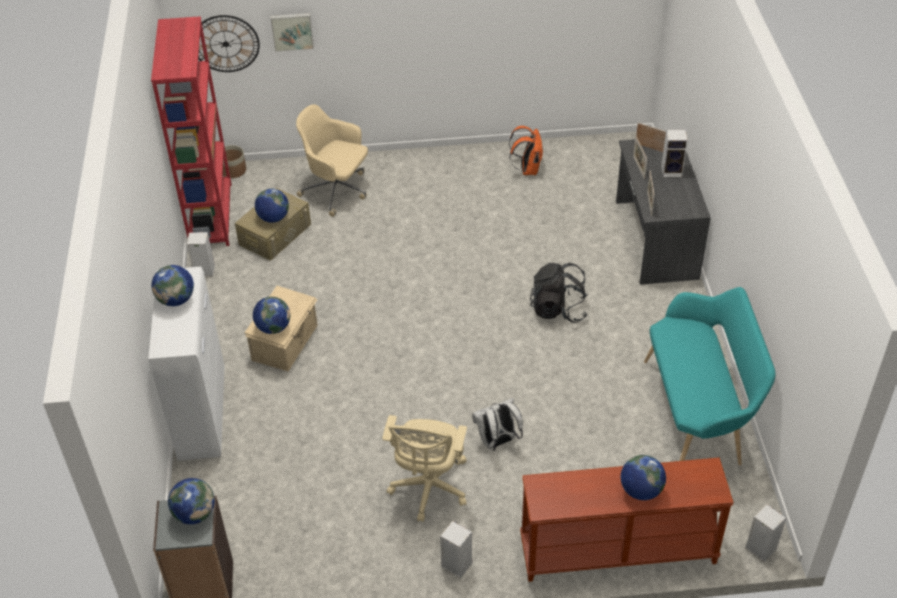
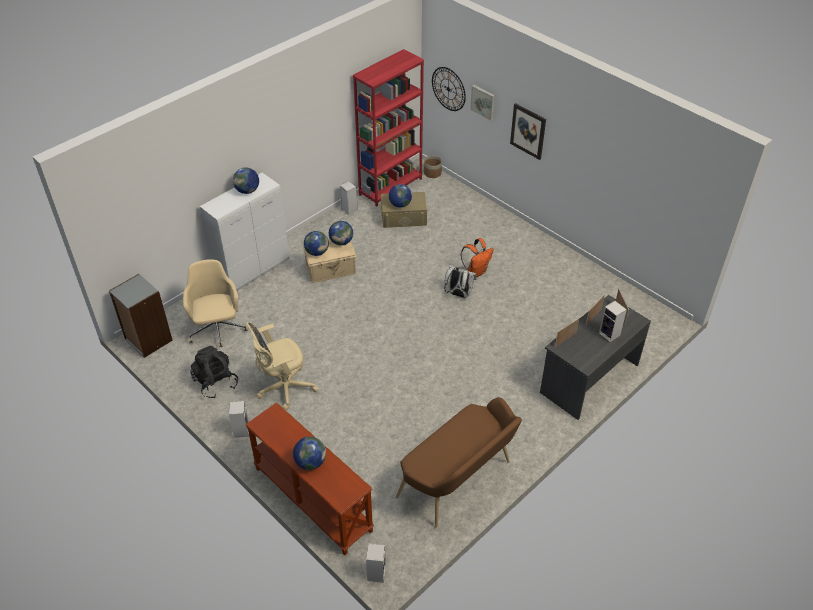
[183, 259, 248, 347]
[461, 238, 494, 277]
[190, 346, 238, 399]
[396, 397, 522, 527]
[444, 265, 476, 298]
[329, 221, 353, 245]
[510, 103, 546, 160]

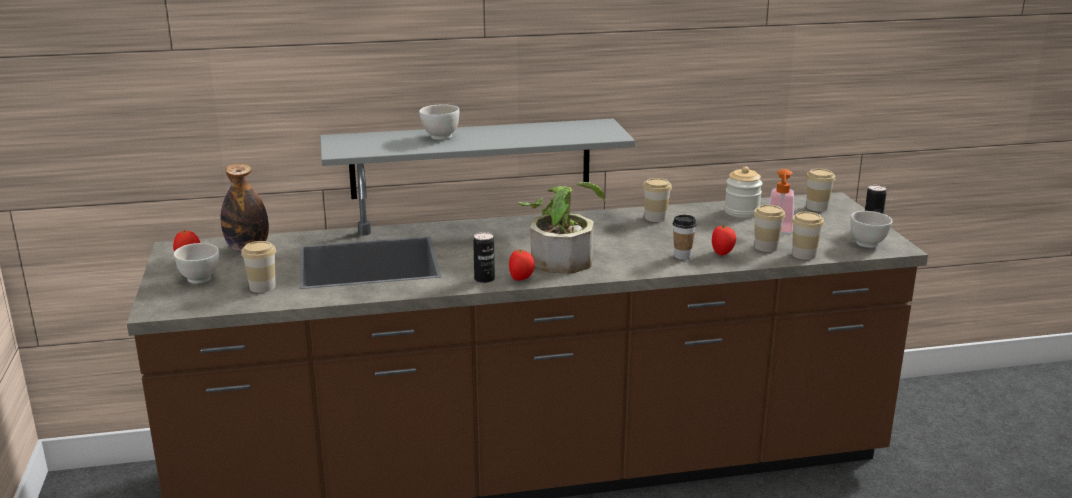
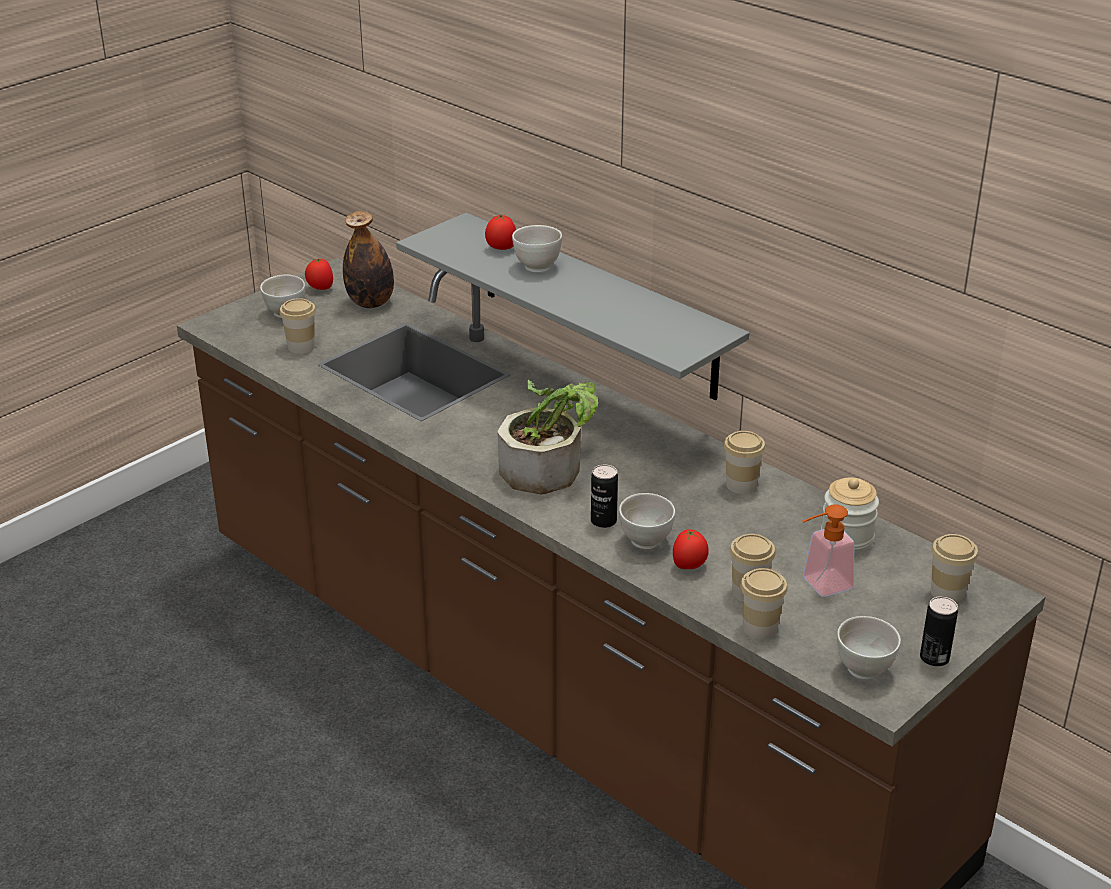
[619, 493, 675, 549]
[591, 465, 618, 528]
[485, 215, 516, 250]

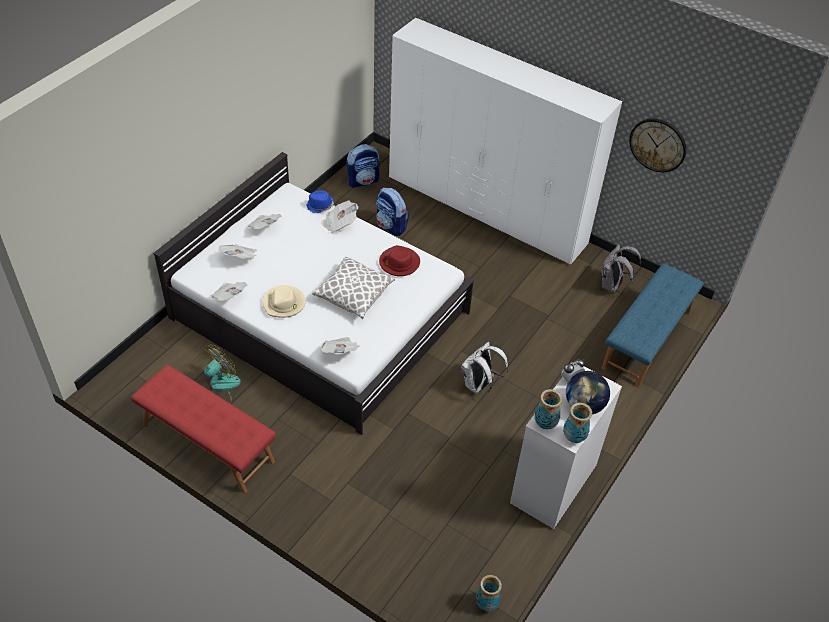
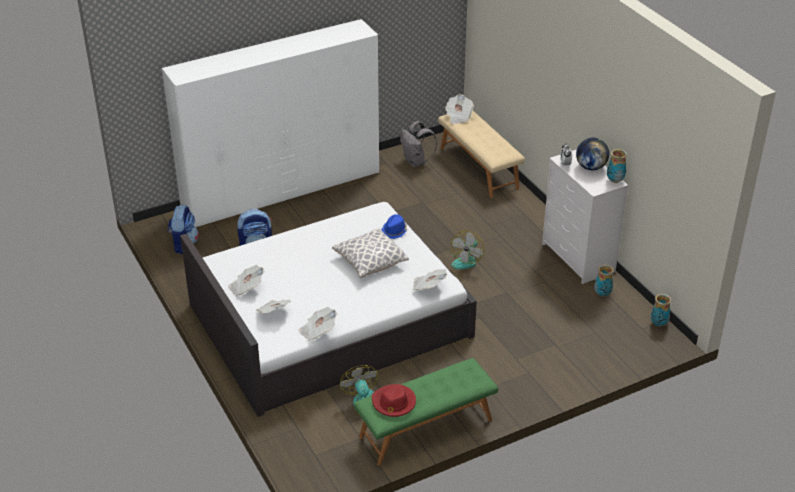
[629, 119, 686, 172] (first image)
[381, 214, 407, 239]
[445, 94, 474, 124]
[372, 384, 416, 417]
[438, 111, 525, 198]
[263, 285, 306, 318] (first image)
[450, 231, 484, 269]
[354, 358, 498, 466]
[594, 265, 614, 297]

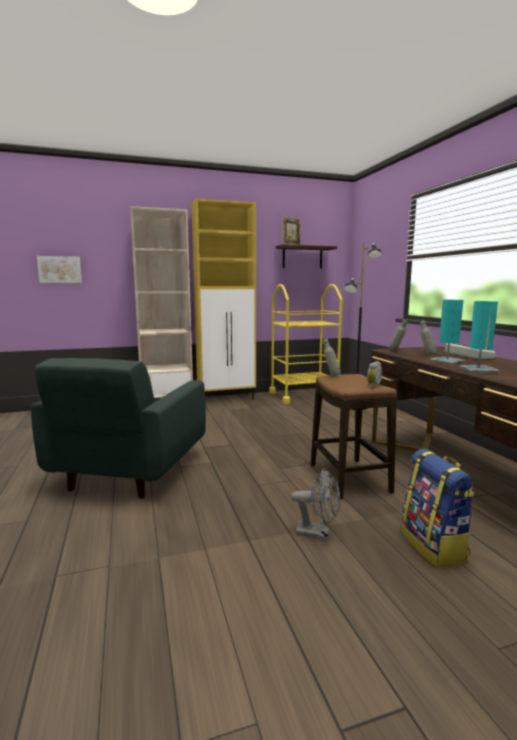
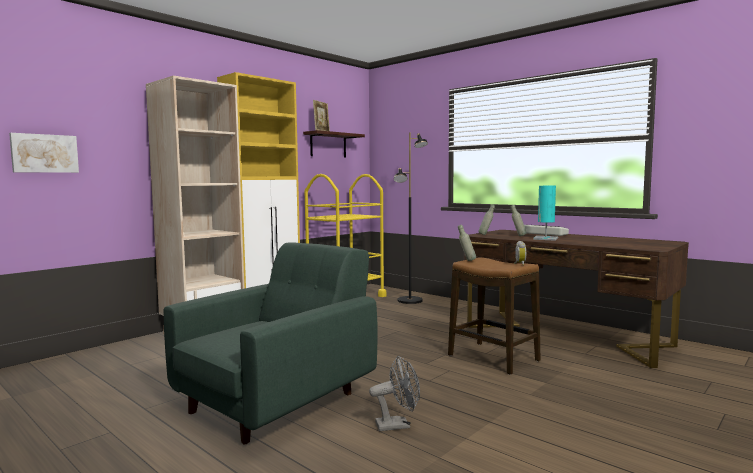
[459, 301, 500, 373] (first image)
[164, 242, 377, 445]
[401, 449, 475, 568] (first image)
[369, 356, 420, 431]

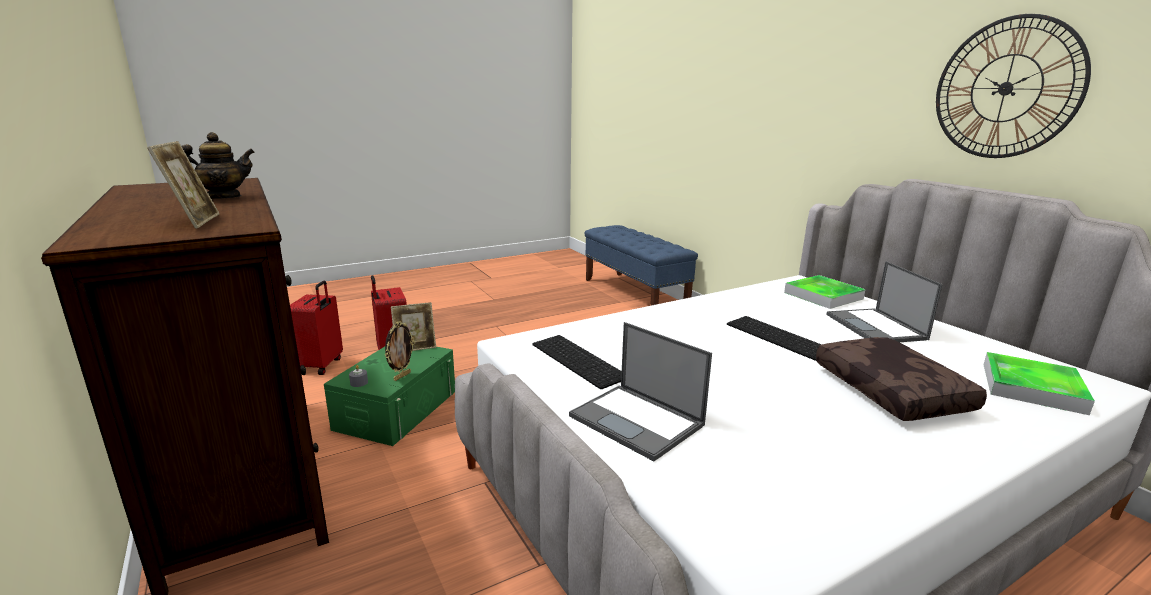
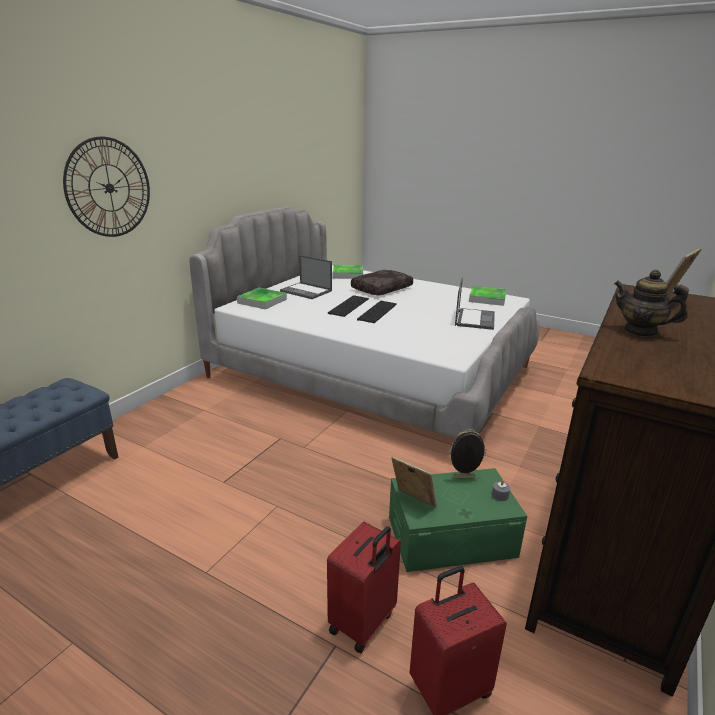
[63, 136, 150, 237]
[280, 255, 332, 299]
[357, 301, 397, 323]
[469, 286, 507, 306]

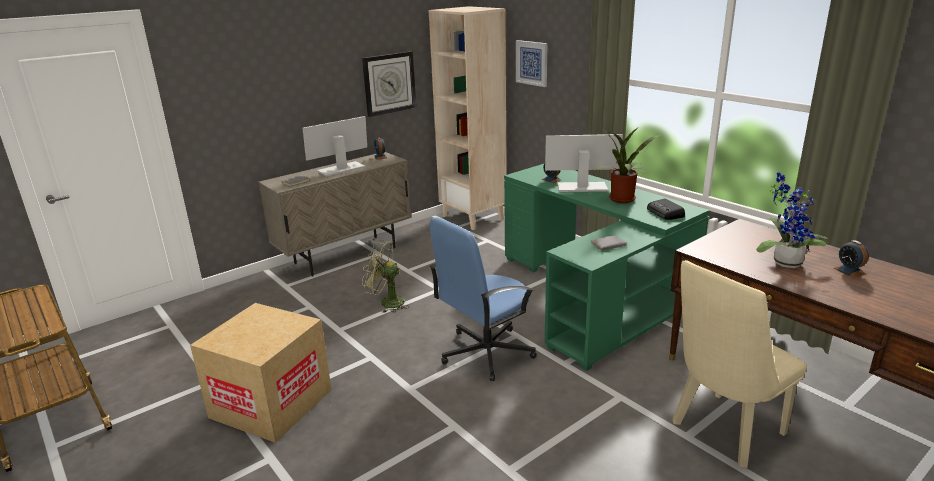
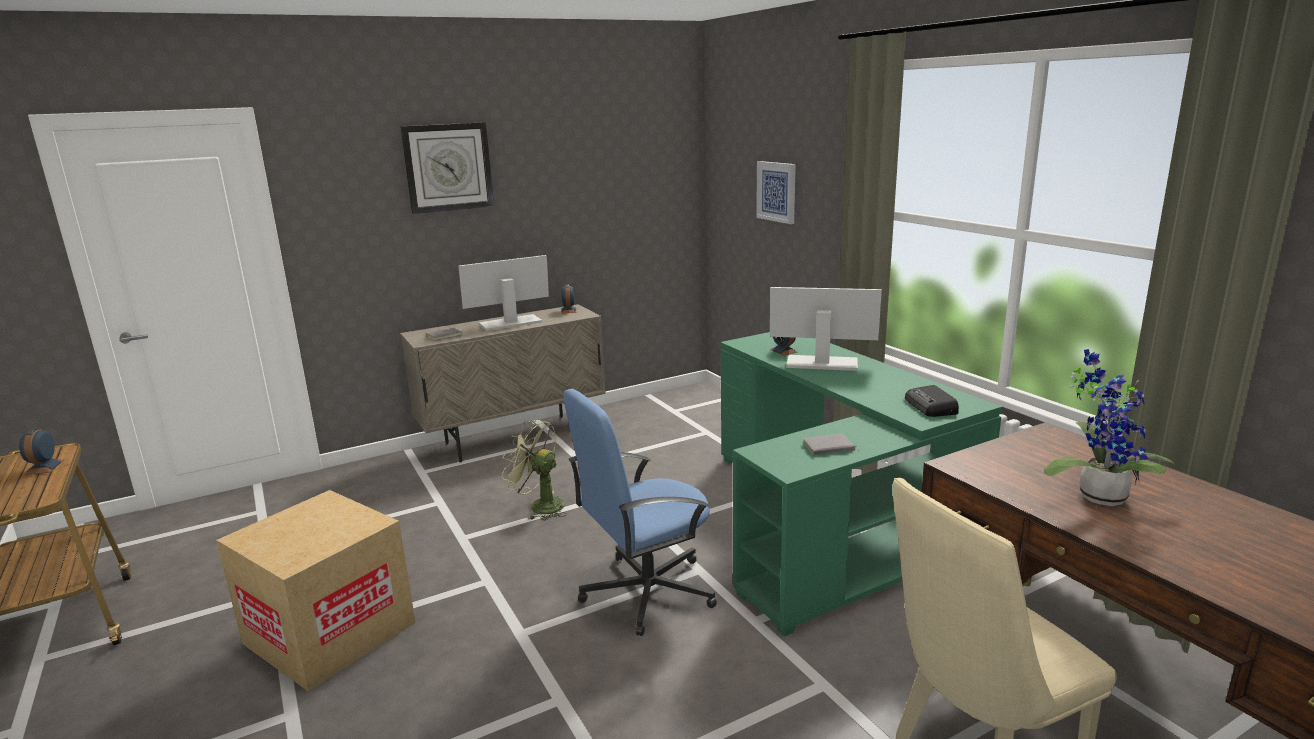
[429, 6, 507, 230] (first image)
[400, 122, 494, 214]
[594, 128, 660, 203] (first image)
[19, 428, 64, 476]

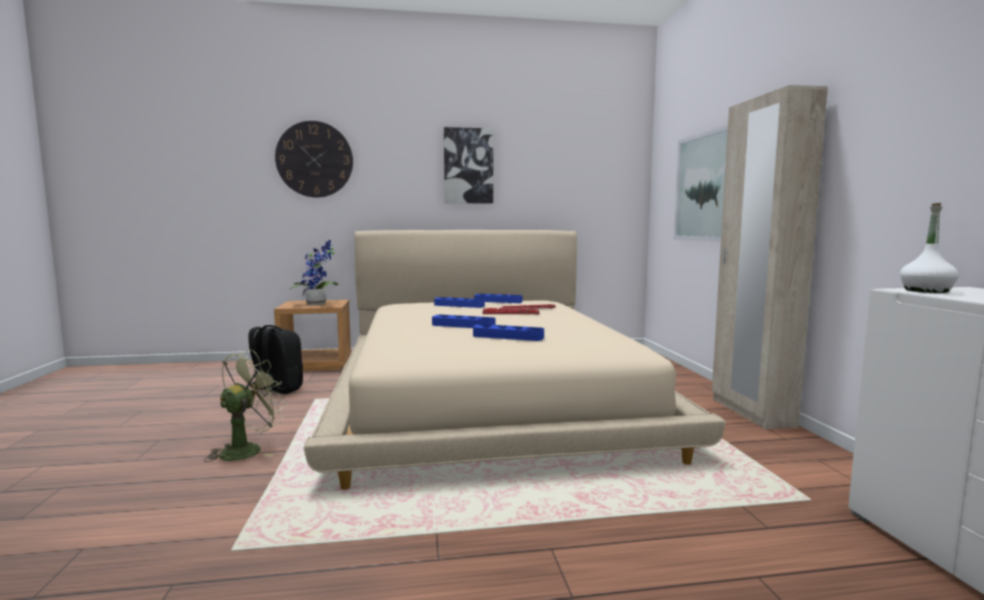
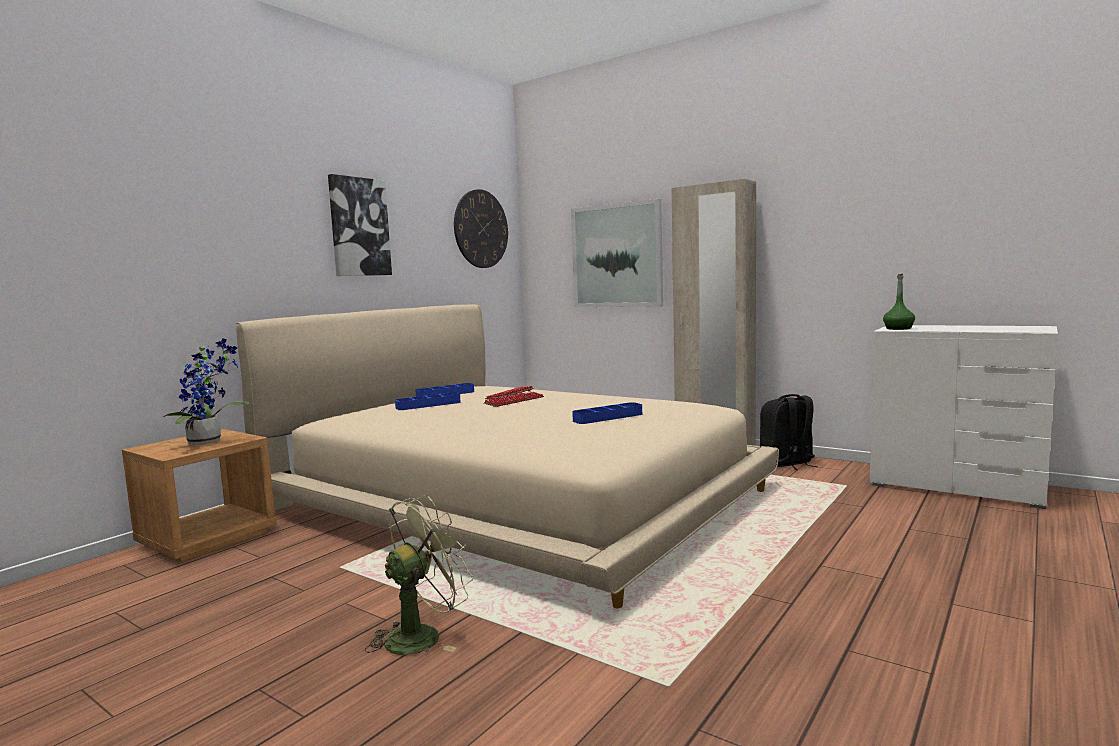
[454, 189, 508, 268]
[883, 274, 915, 330]
[432, 315, 496, 328] (first image)
[760, 394, 818, 470]
[365, 495, 474, 655]

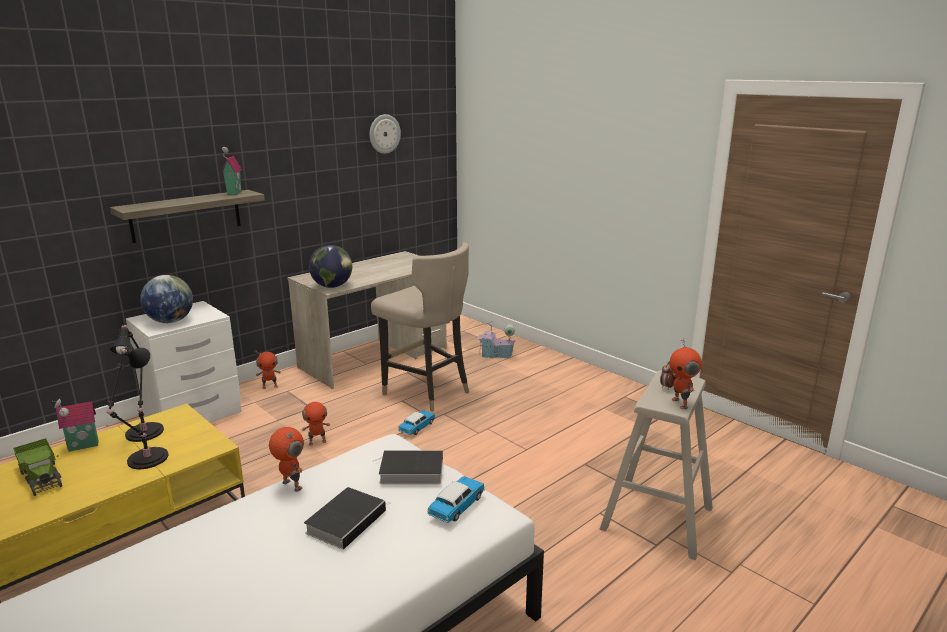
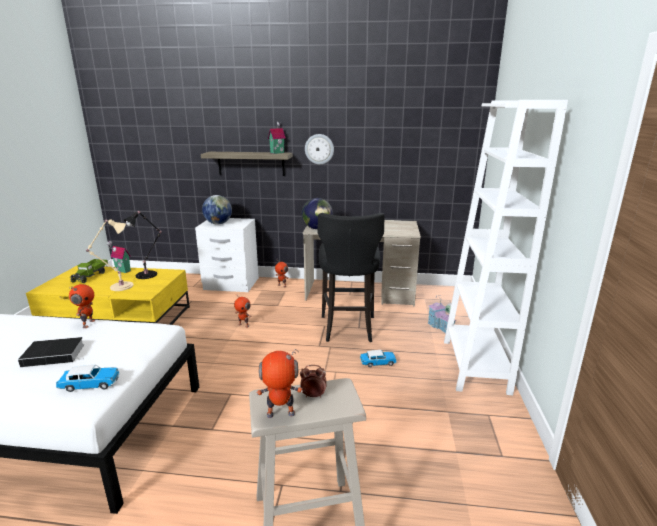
[305, 134, 334, 164]
[317, 213, 384, 342]
[256, 349, 303, 418]
[86, 220, 134, 291]
[360, 350, 397, 367]
[372, 450, 443, 484] (first image)
[444, 100, 568, 395]

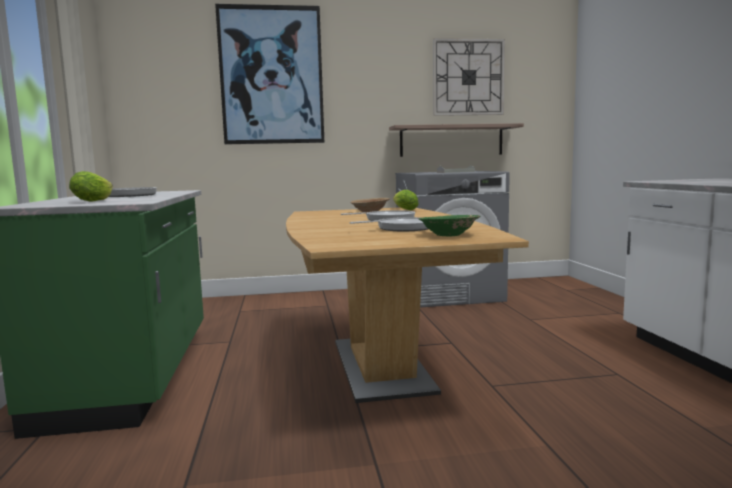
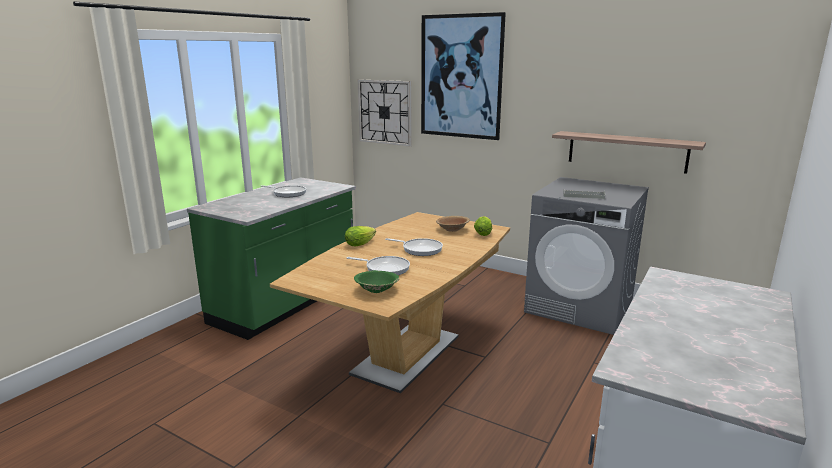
[358, 79, 411, 146]
[345, 226, 376, 247]

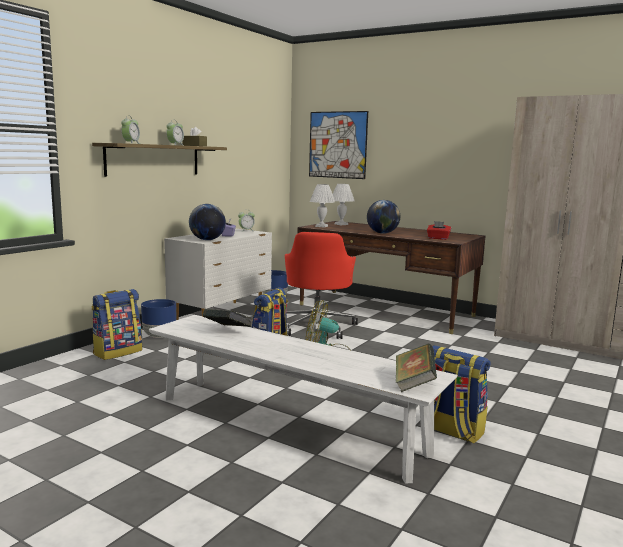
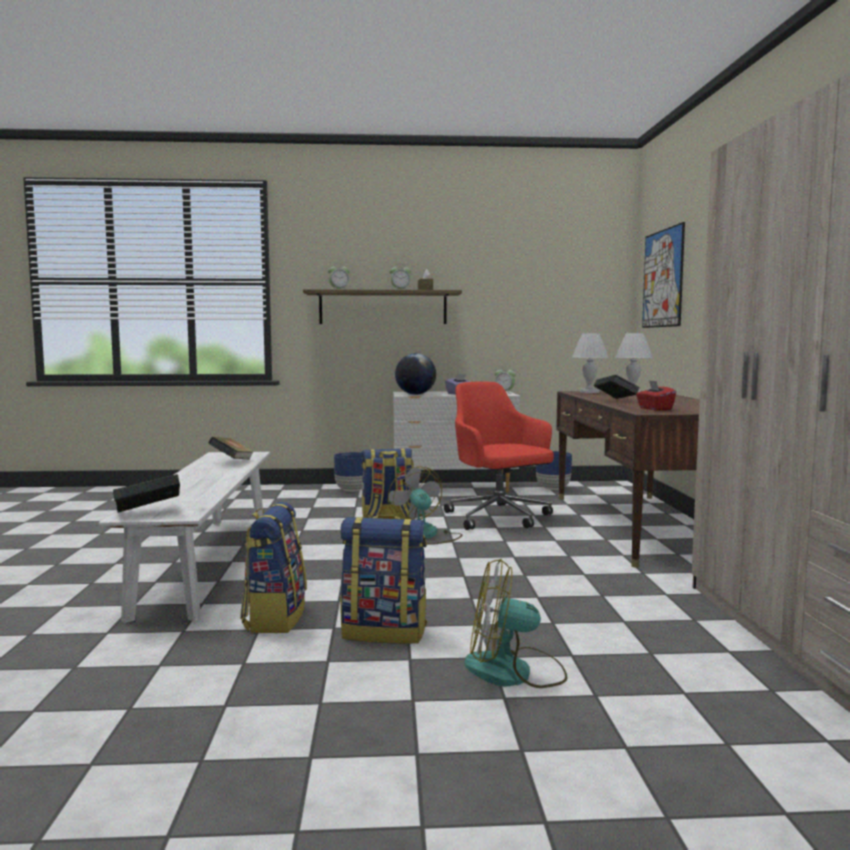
[594, 375, 640, 399]
[444, 382, 554, 530]
[340, 515, 427, 644]
[465, 559, 567, 688]

